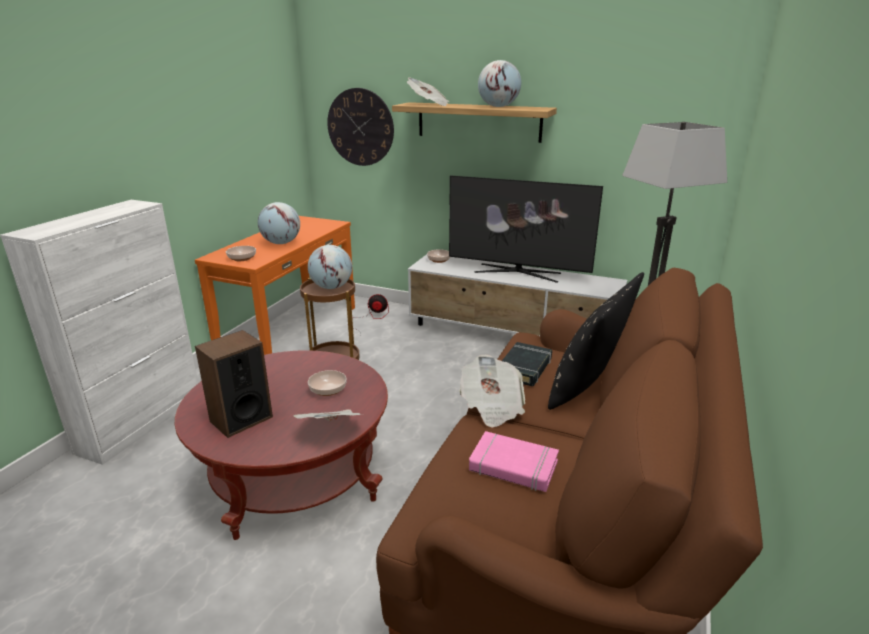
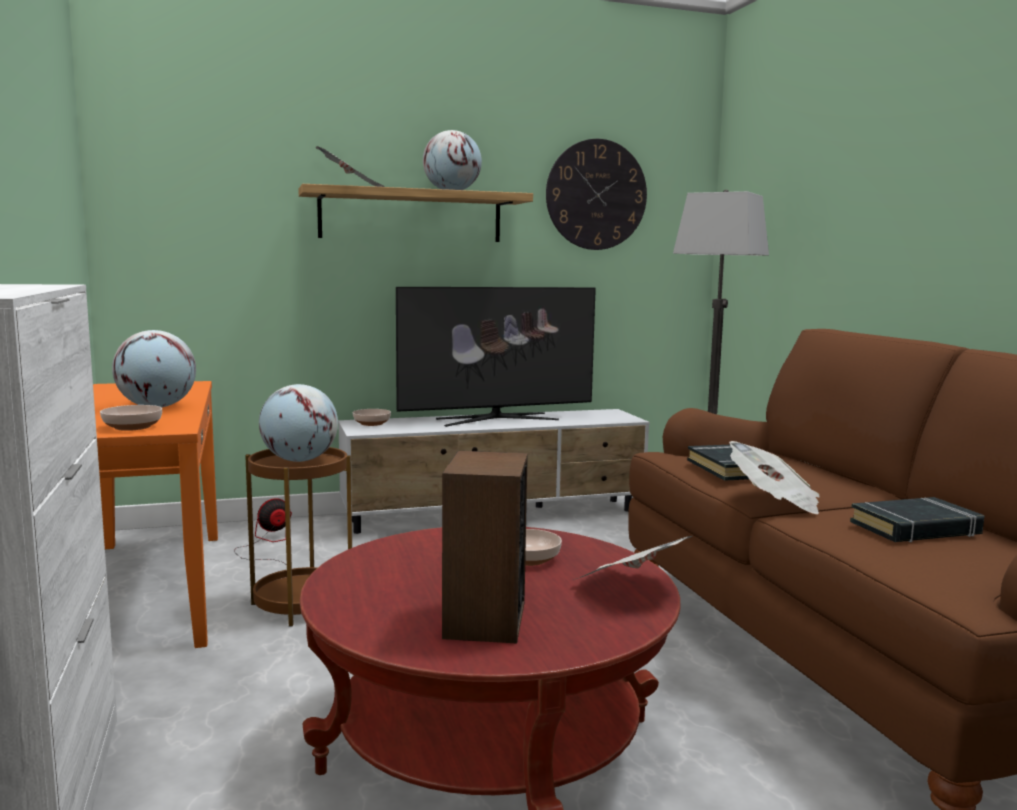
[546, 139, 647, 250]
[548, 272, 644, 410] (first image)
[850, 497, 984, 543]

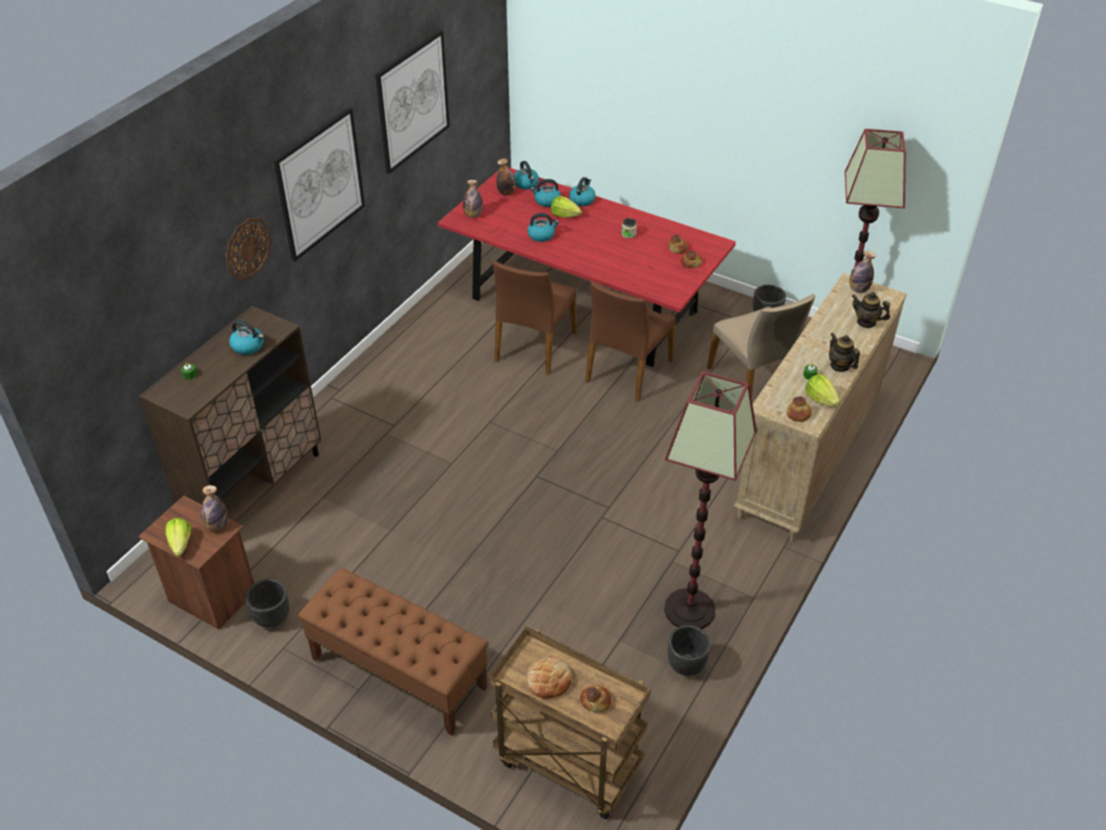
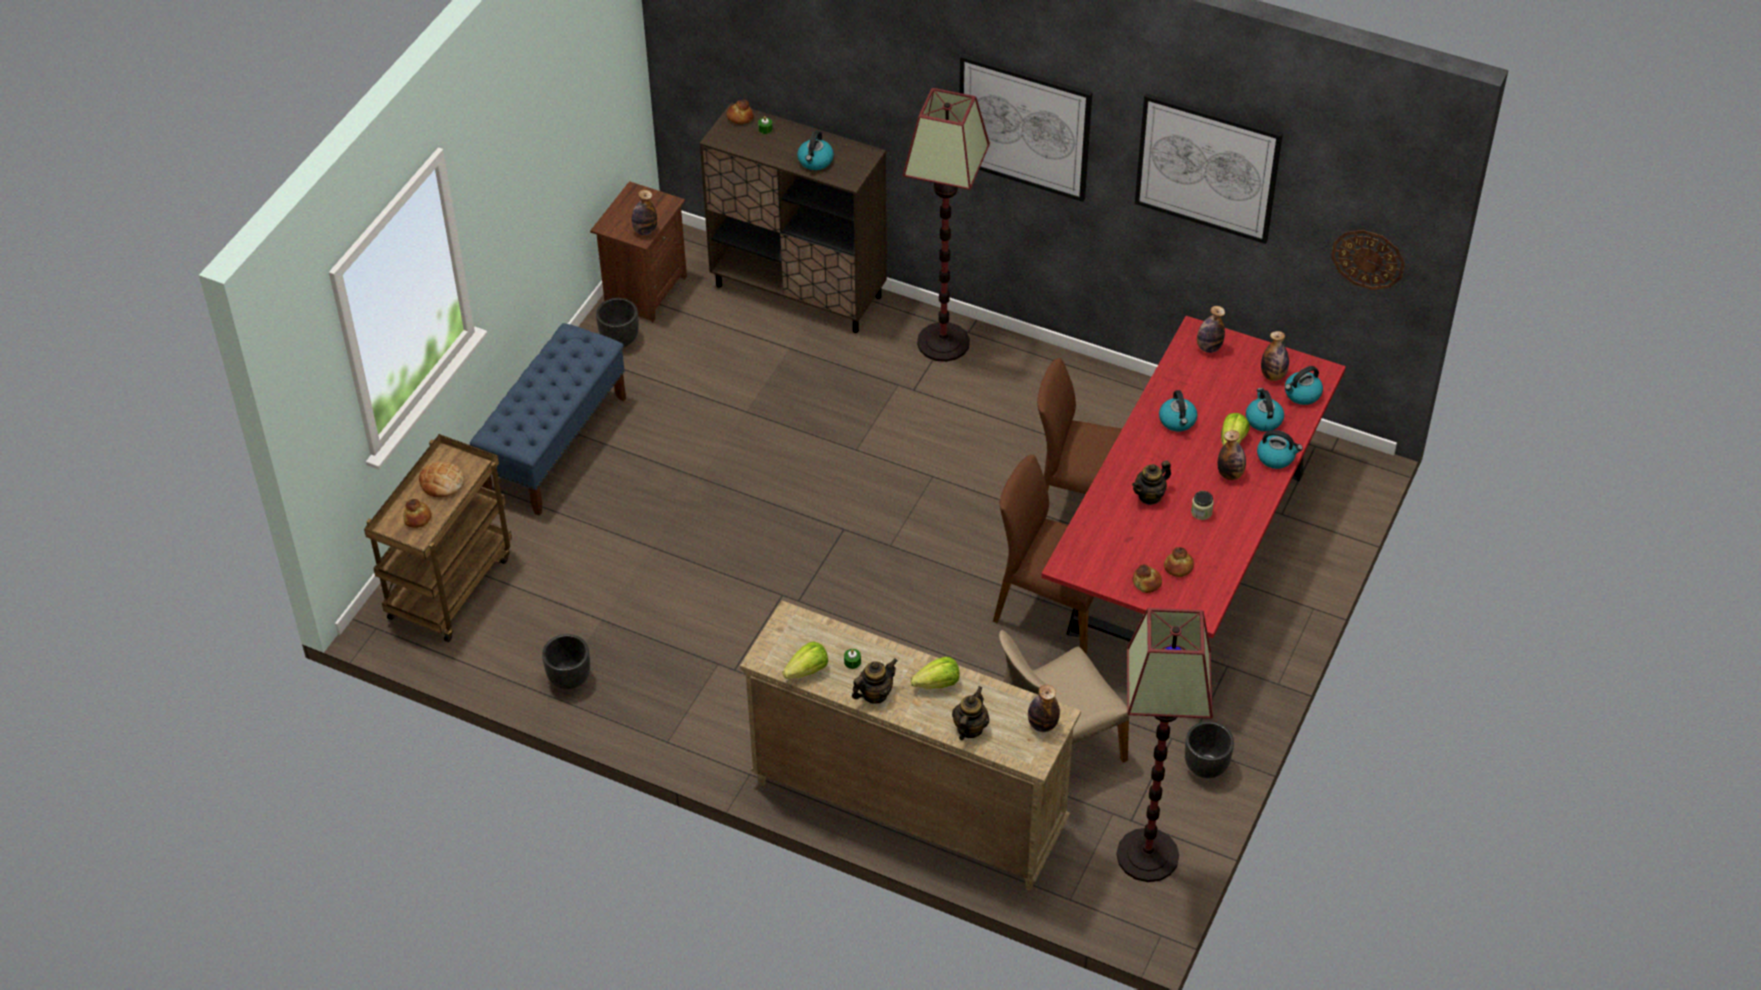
[1331, 230, 1405, 290]
[903, 88, 990, 362]
[727, 100, 753, 124]
[911, 657, 960, 689]
[470, 323, 626, 516]
[1217, 430, 1246, 480]
[1132, 460, 1171, 505]

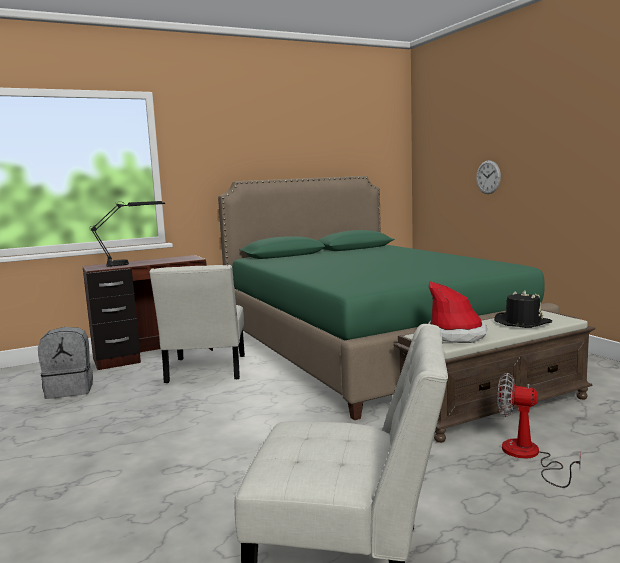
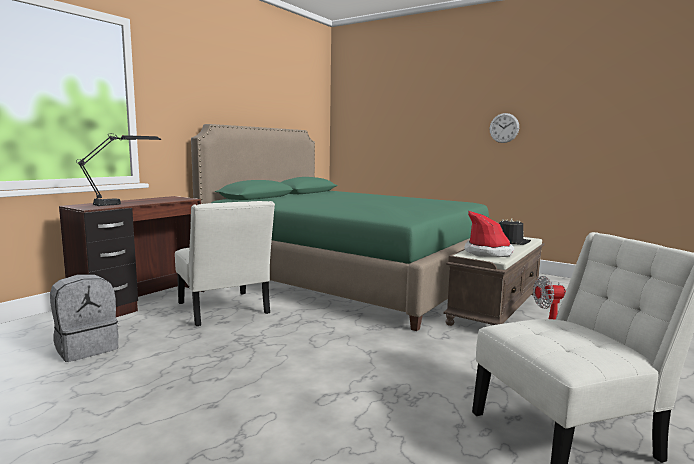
[490, 113, 519, 143]

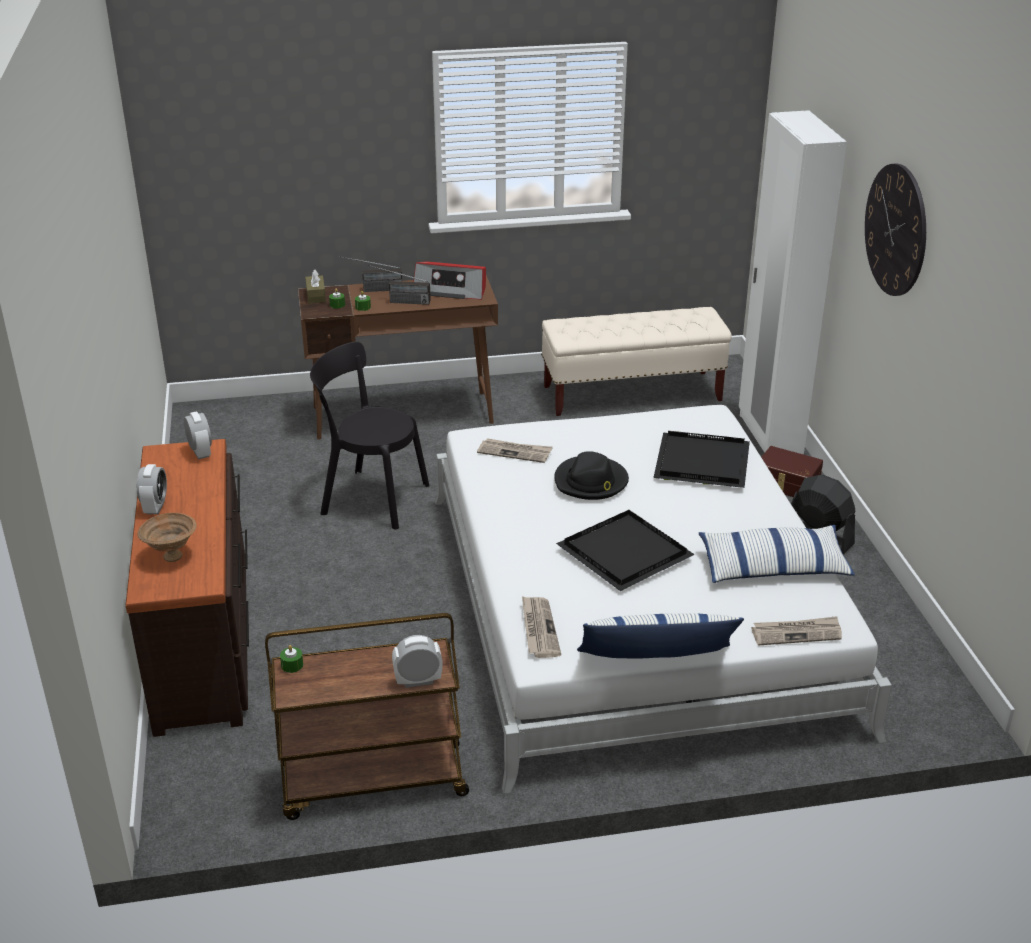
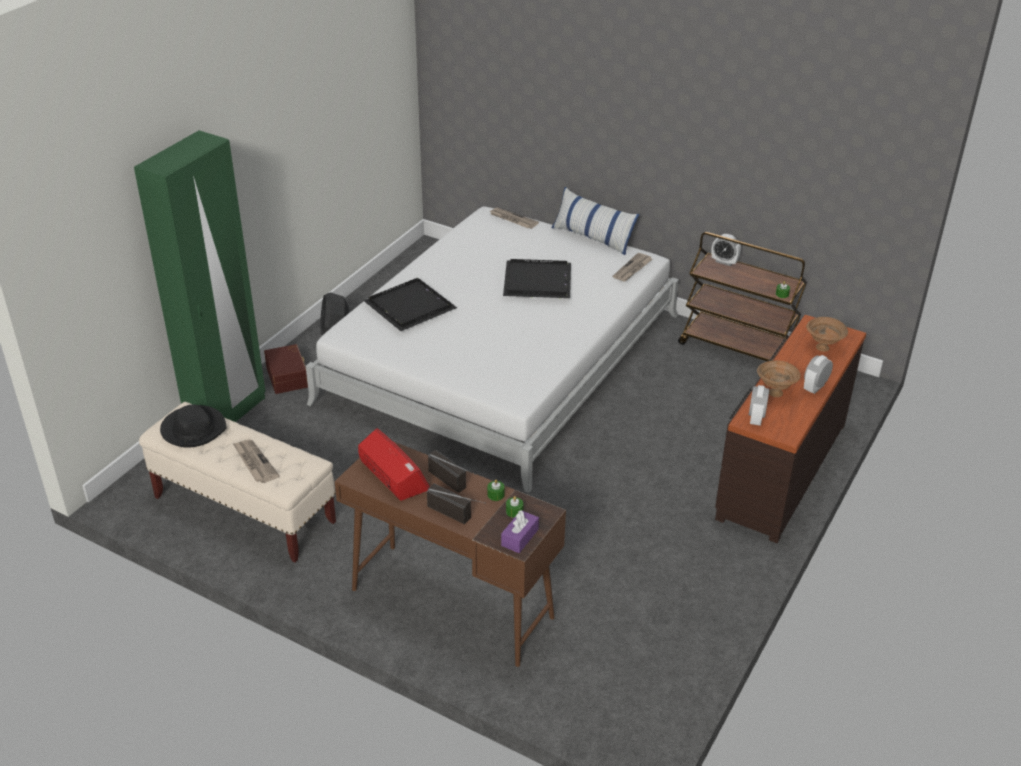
[134, 130, 265, 422]
[865, 163, 926, 296] (first image)
[501, 510, 539, 553]
[310, 341, 429, 530] (first image)
[233, 440, 280, 483]
[160, 404, 227, 447]
[699, 525, 855, 583] (first image)
[757, 360, 801, 397]

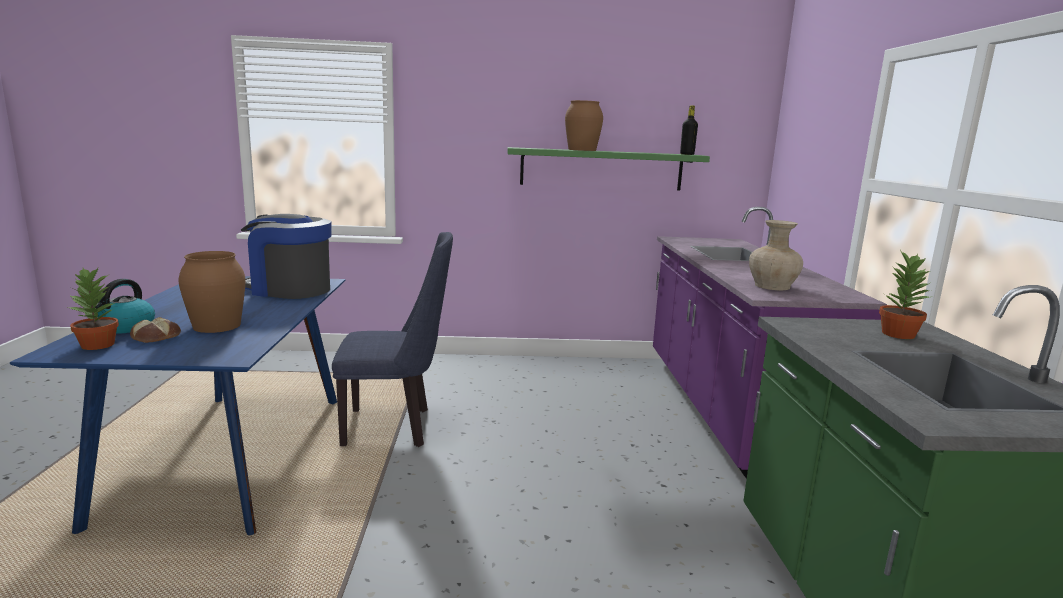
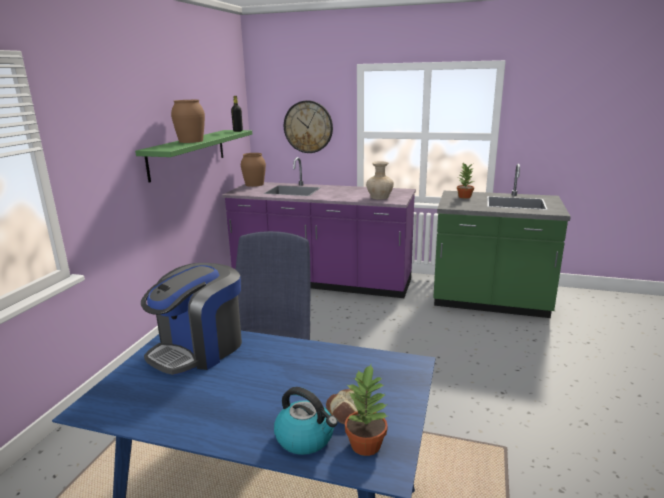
[241, 153, 266, 187]
[284, 100, 333, 153]

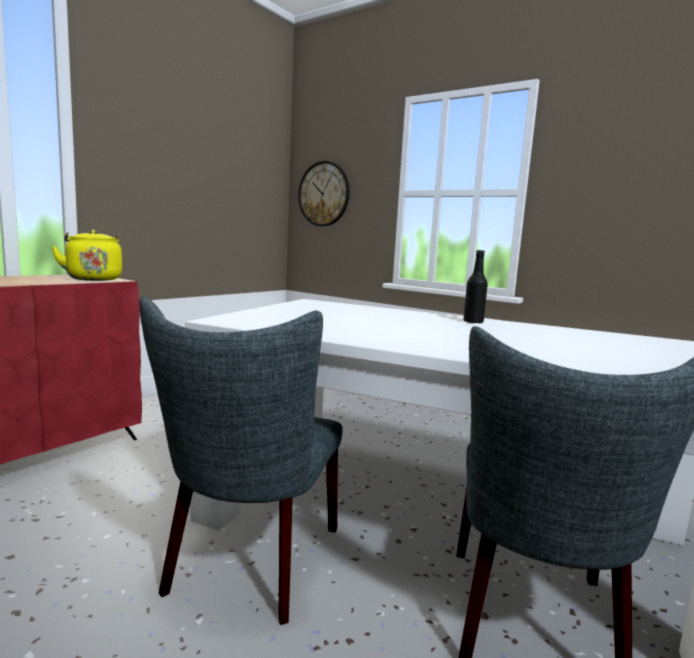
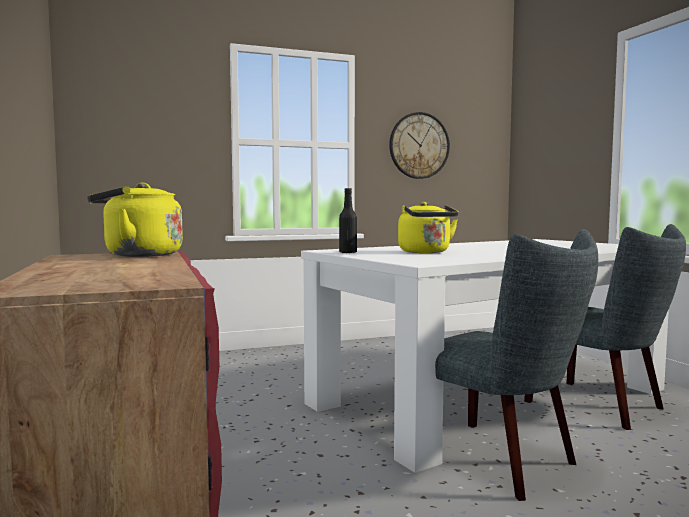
[389, 112, 450, 179]
[339, 188, 357, 253]
[398, 202, 459, 253]

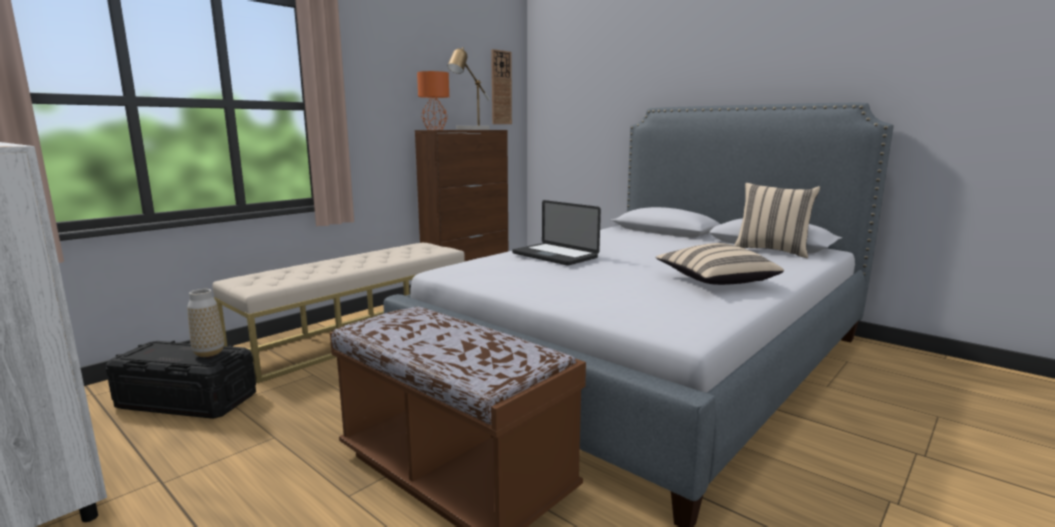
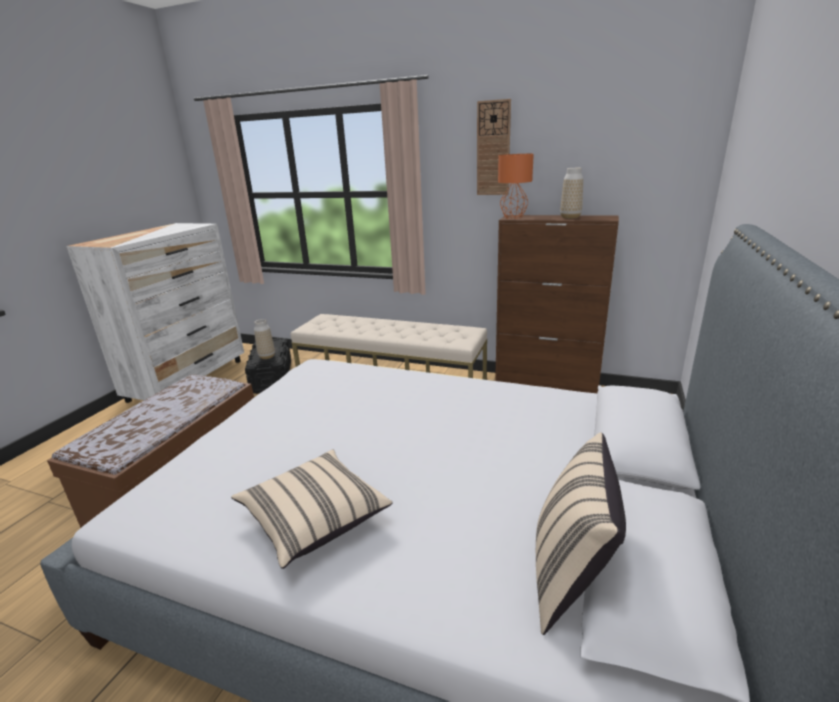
[560, 168, 583, 219]
[477, 99, 511, 195]
[512, 200, 601, 266] (first image)

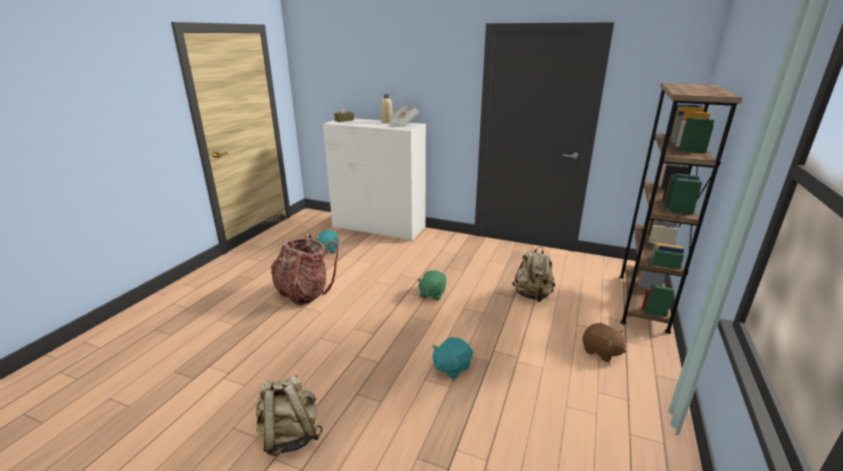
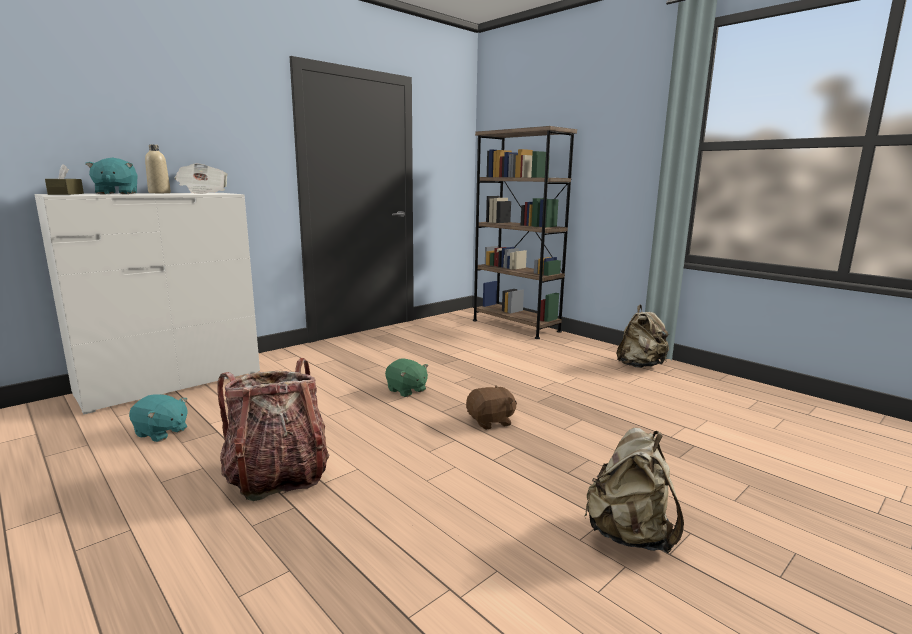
[616, 305, 669, 368]
[466, 385, 517, 430]
[85, 157, 138, 194]

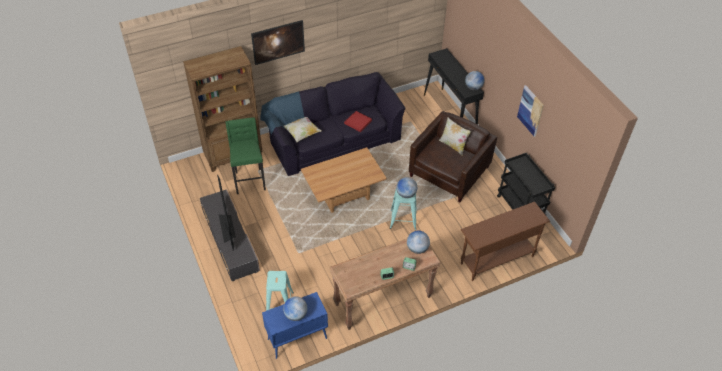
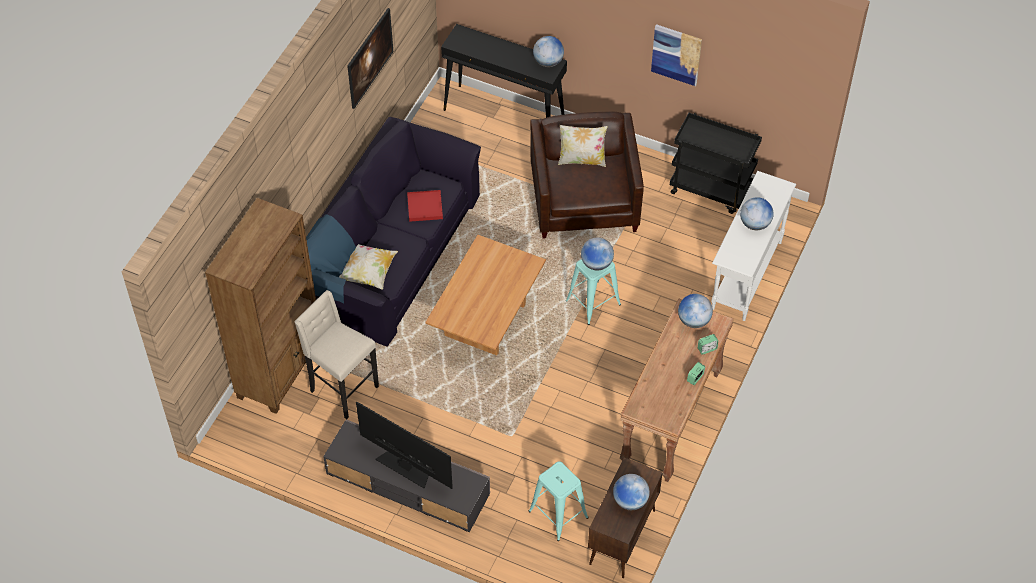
[347, 8, 393, 109]
[294, 290, 379, 419]
[712, 171, 796, 321]
[588, 458, 663, 578]
[740, 197, 774, 230]

